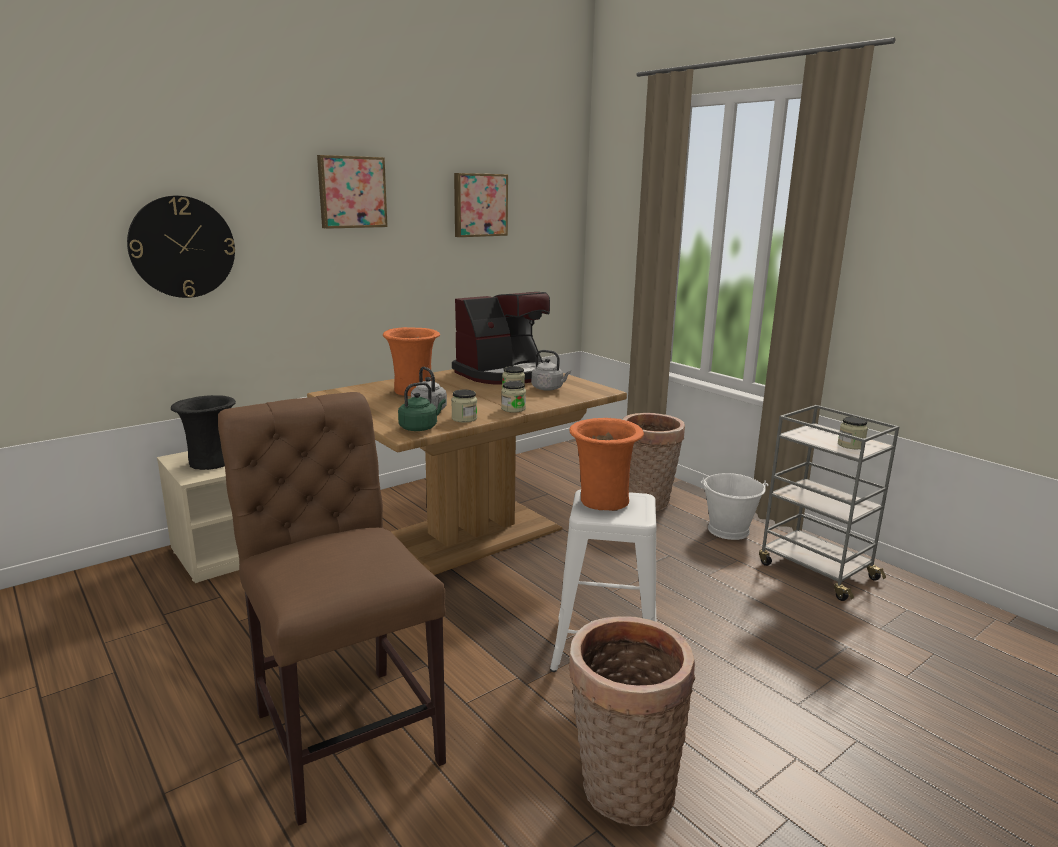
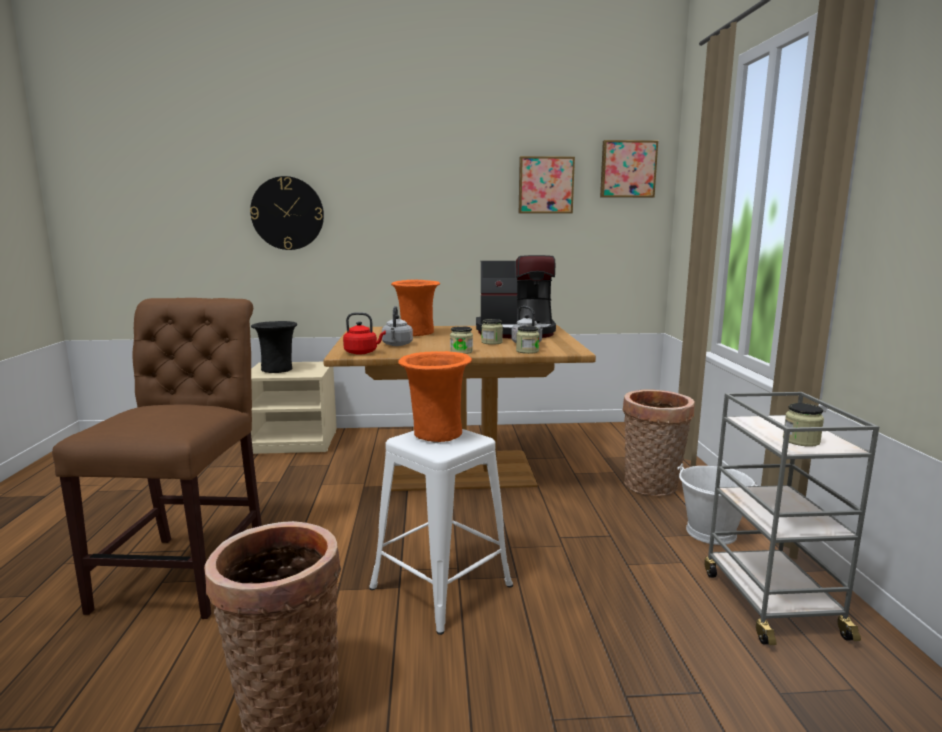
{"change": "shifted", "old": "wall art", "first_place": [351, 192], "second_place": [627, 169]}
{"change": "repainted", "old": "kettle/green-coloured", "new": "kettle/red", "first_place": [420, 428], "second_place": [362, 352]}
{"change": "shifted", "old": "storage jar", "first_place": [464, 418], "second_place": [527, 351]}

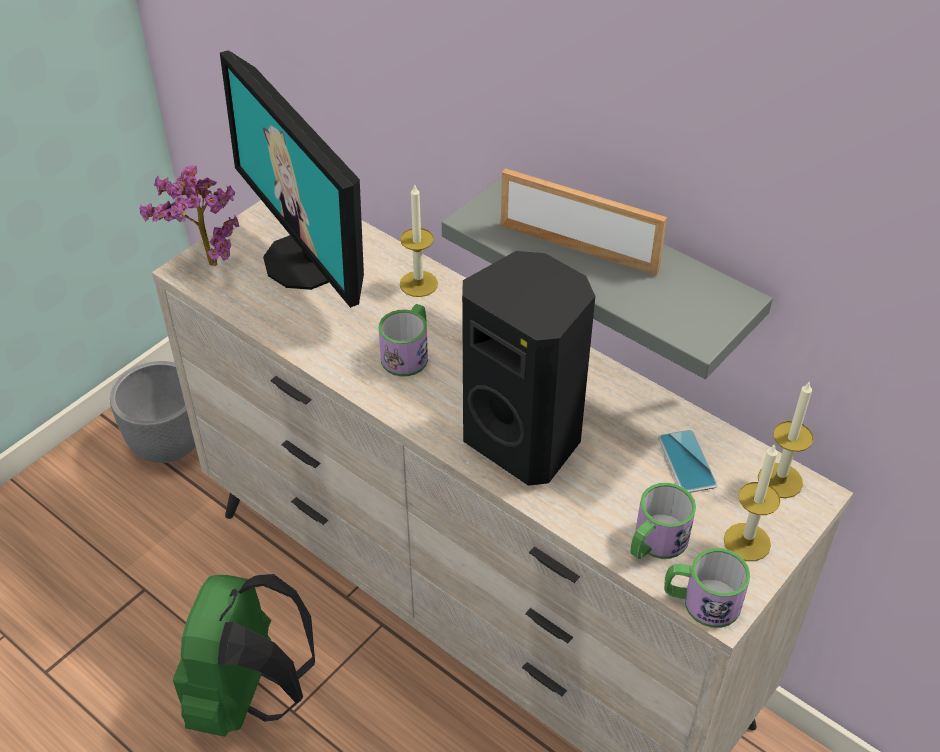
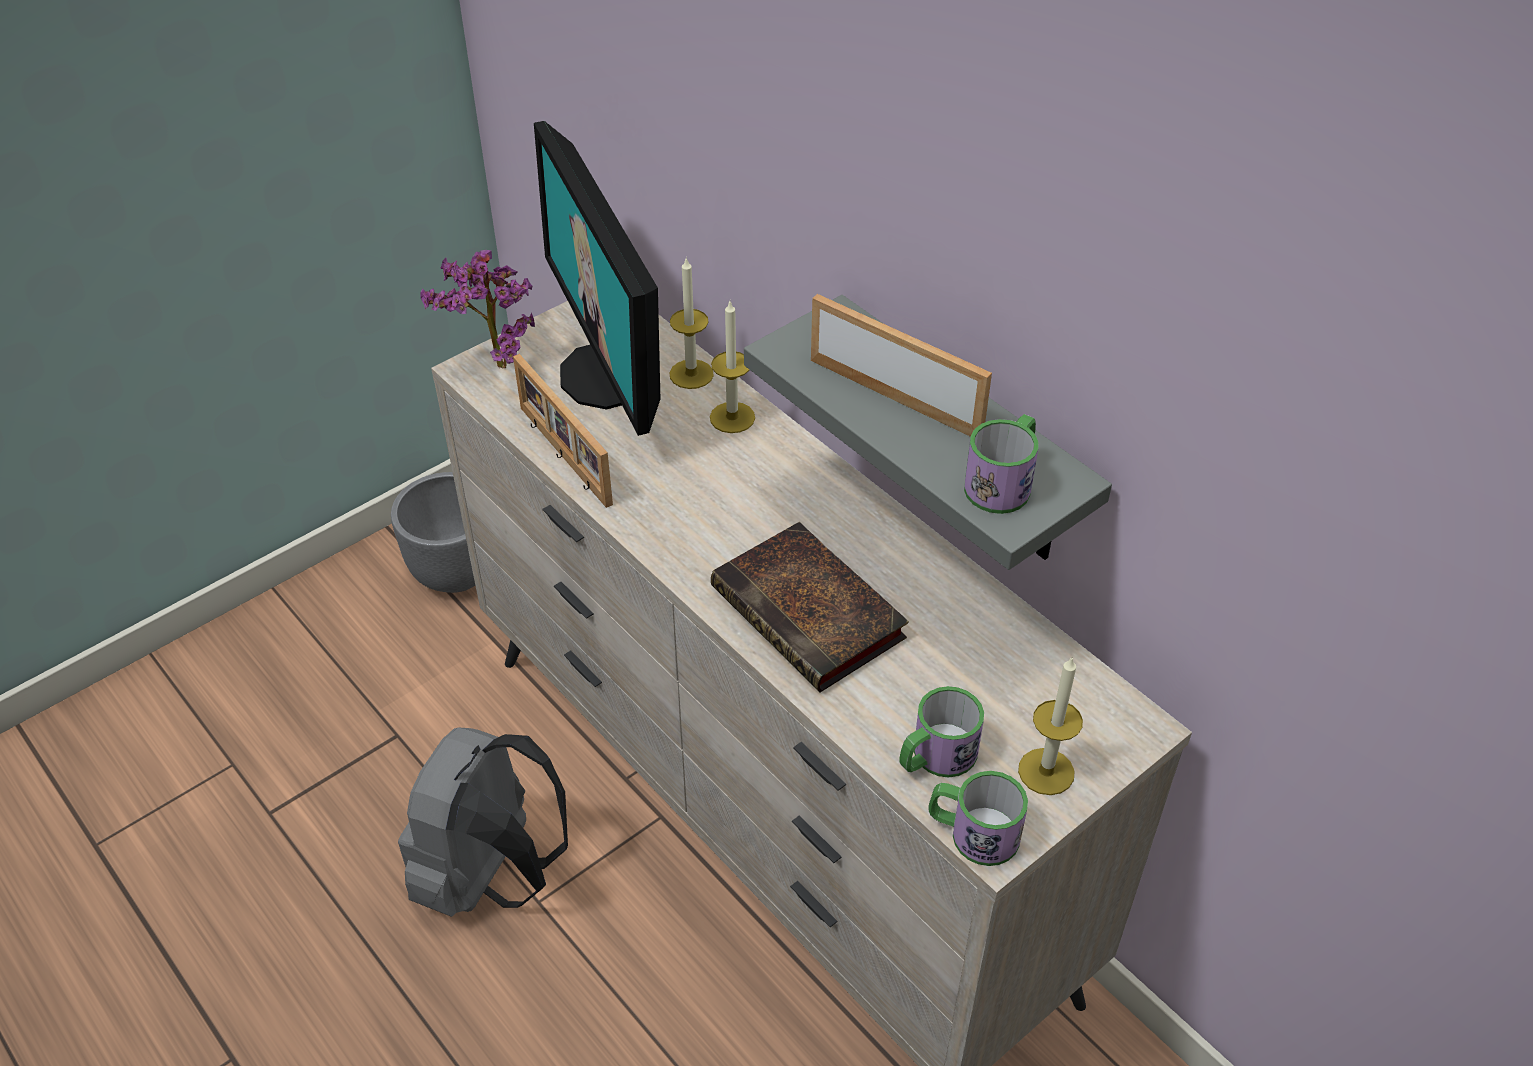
{"change": "repainted", "old": "backpack/green-coloured", "new": "backpack/grey", "first_place": [249, 695], "second_place": [491, 875]}
{"change": "shifted", "old": "coffee mug", "first_place": [408, 353], "second_place": [1003, 482]}
{"change": "swapped", "old": "audio speaker/blackish", "new": "bound book", "first_place": [525, 440], "second_place": [812, 616]}
{"change": "gone", "old": "telephone", "first_place": [687, 462]}
{"change": "shifted", "old": "candle", "first_place": [780, 480], "second_place": [691, 374]}
{"change": "new", "new": "picture frame", "second_place": [563, 456]}

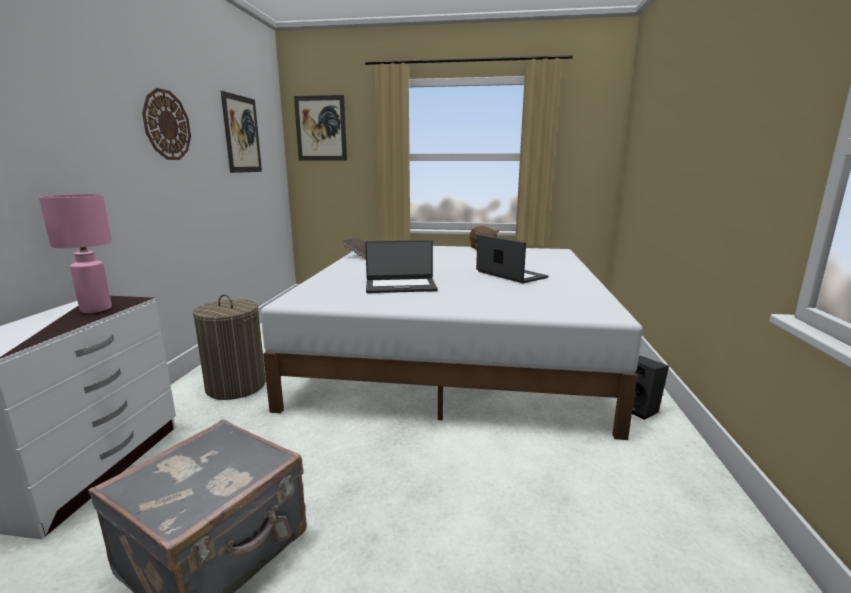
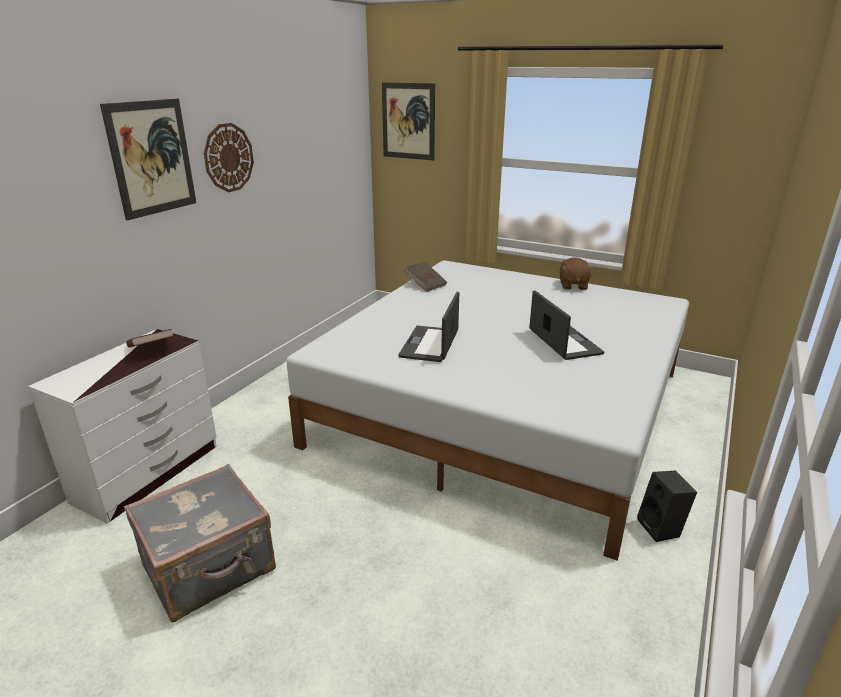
{"change": "swapped", "old": "table lamp/pink", "new": "bound book/brown", "first_place": [96, 309], "second_place": [152, 350]}
{"change": "gone", "old": "hamper", "first_place": [236, 386]}
{"change": "shifted", "old": "wall art", "first_place": [242, 134], "second_place": [152, 158]}
{"change": "rotated", "old": "notebook computer", "first_place": [400, 286], "second_place": [430, 344], "degrees": 90}

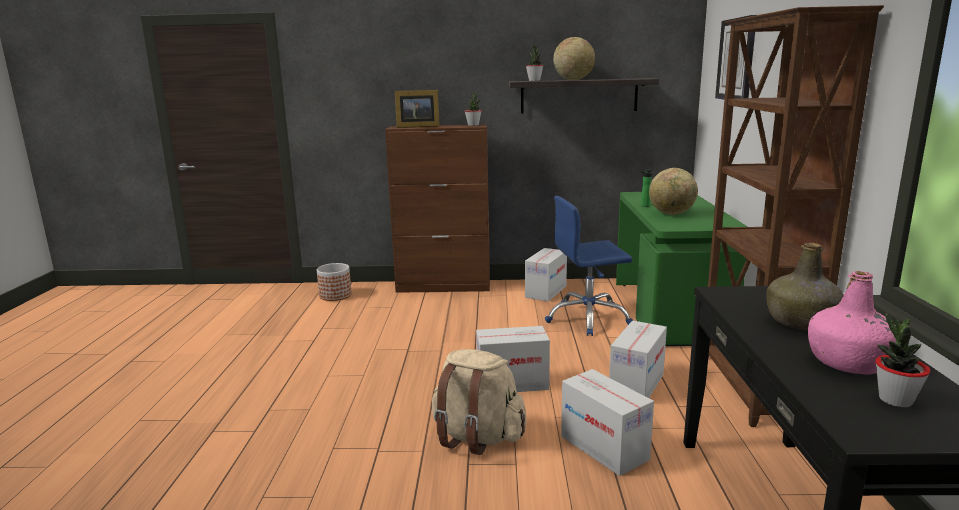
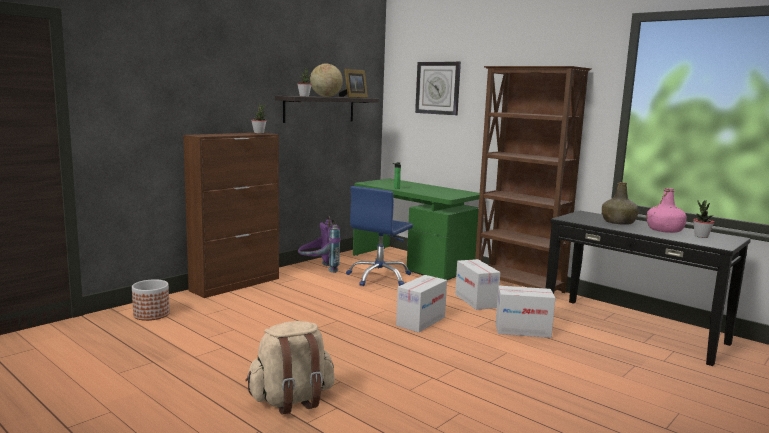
{"change": "shifted", "old": "picture frame", "first_place": [416, 126], "second_place": [353, 97]}
{"change": "shifted", "old": "backpack/sand-coloured", "first_place": [477, 437], "second_place": [291, 400]}
{"change": "swapped", "old": "packing box", "new": "backpack/purple", "first_place": [546, 291], "second_place": [318, 269]}
{"change": "gone", "old": "globe", "first_place": [672, 214]}

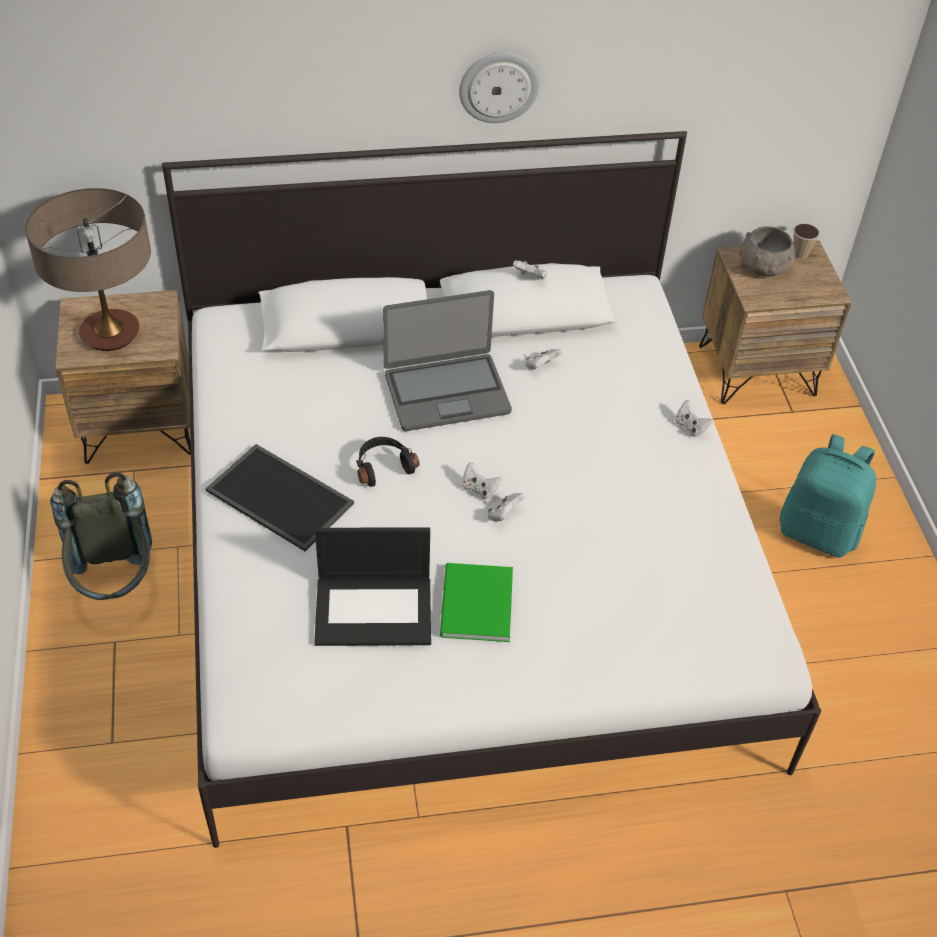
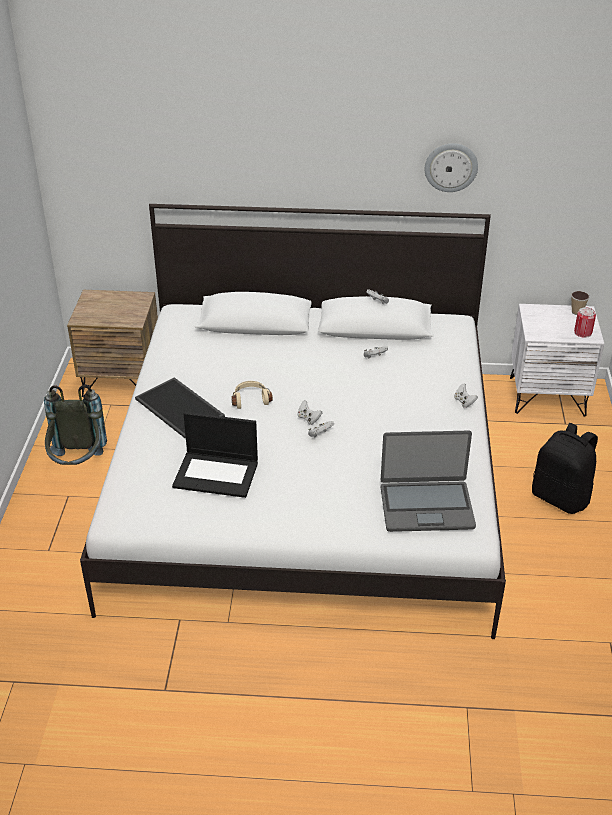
{"change": "gone", "old": "table lamp", "first_place": [110, 333]}
{"change": "repainted", "old": "headset/blackish", "new": "headset/sand-coloured", "first_place": [383, 466], "second_place": [250, 399]}
{"change": "shifted", "old": "notebook computer", "first_place": [446, 392], "second_place": [426, 506]}
{"change": "gone", "old": "bound book/green-coloured", "first_place": [474, 606]}
{"change": "shifted", "old": "wall clock", "first_place": [498, 86], "second_place": [451, 167]}
{"change": "repainted", "old": "night table/brown", "new": "night table/whitish", "first_place": [756, 370], "second_place": [547, 396]}
{"change": "gone", "old": "deep dish/grey", "first_place": [763, 268]}
{"change": "repainted", "old": "backpack/blue-green", "new": "backpack/blackish", "first_place": [818, 532], "second_place": [561, 497]}
{"change": "new", "new": "metal can", "second_place": [583, 332]}

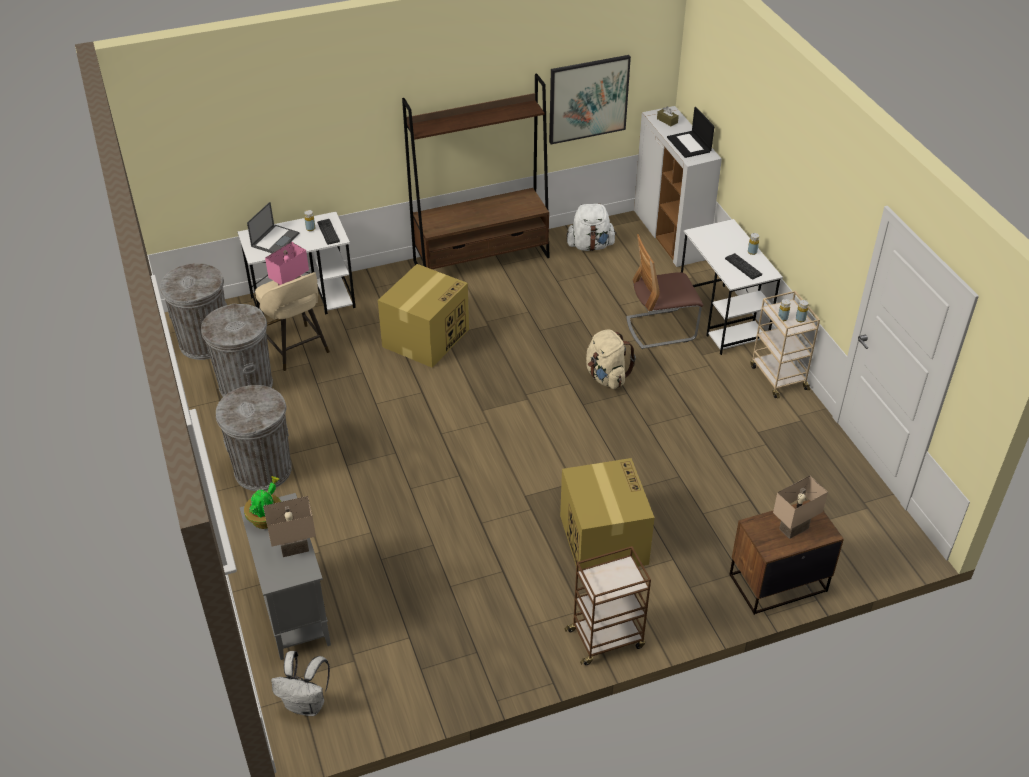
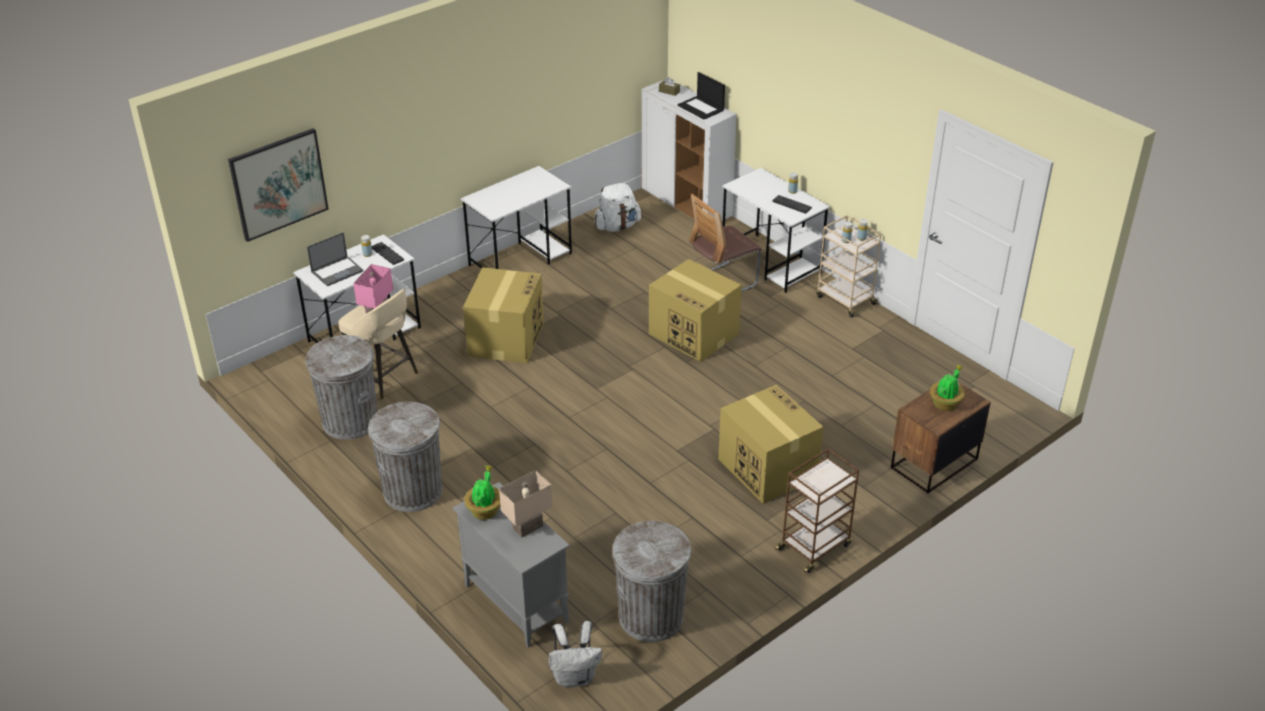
{"change": "shifted", "old": "waste bin/grey", "first_place": [205, 342], "second_place": [651, 616]}
{"change": "rotated", "old": "notebook computer", "first_place": [275, 239], "second_place": [337, 271], "degrees": 45}
{"change": "swapped", "old": "bookcase/brown", "new": "desk table/whitish", "first_place": [482, 259], "second_place": [521, 259]}
{"change": "shifted", "old": "wall art", "first_place": [588, 99], "second_place": [278, 184]}
{"change": "swapped", "old": "backpack/sand-coloured", "new": "packing box", "first_place": [606, 377], "second_place": [694, 334]}
{"change": "swapped", "old": "table lamp/sand-coloured", "new": "potted plant", "first_place": [793, 527], "second_place": [945, 403]}

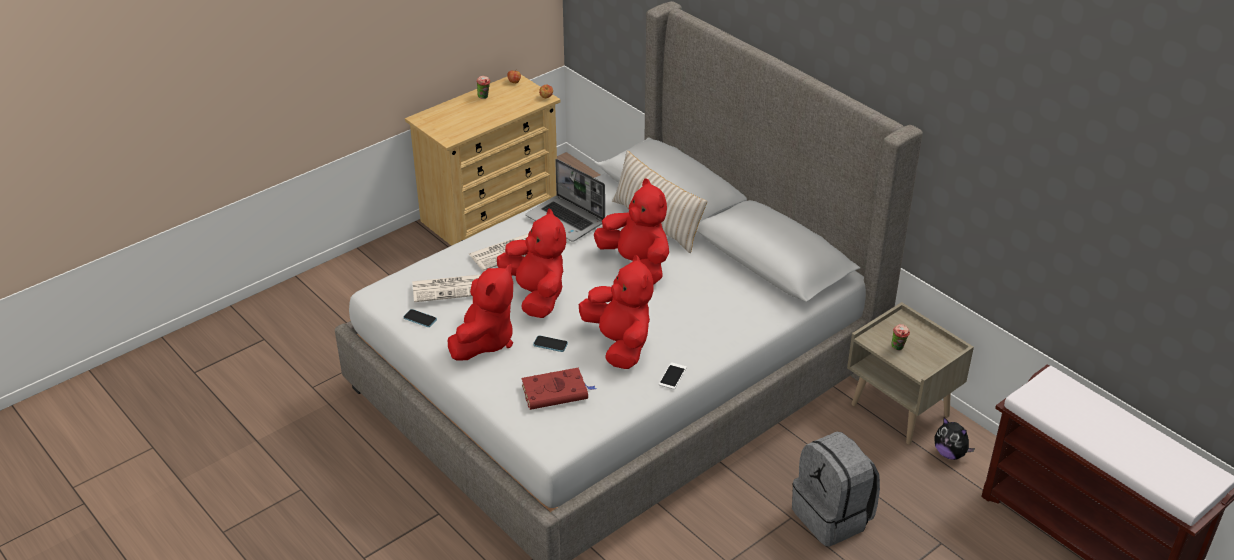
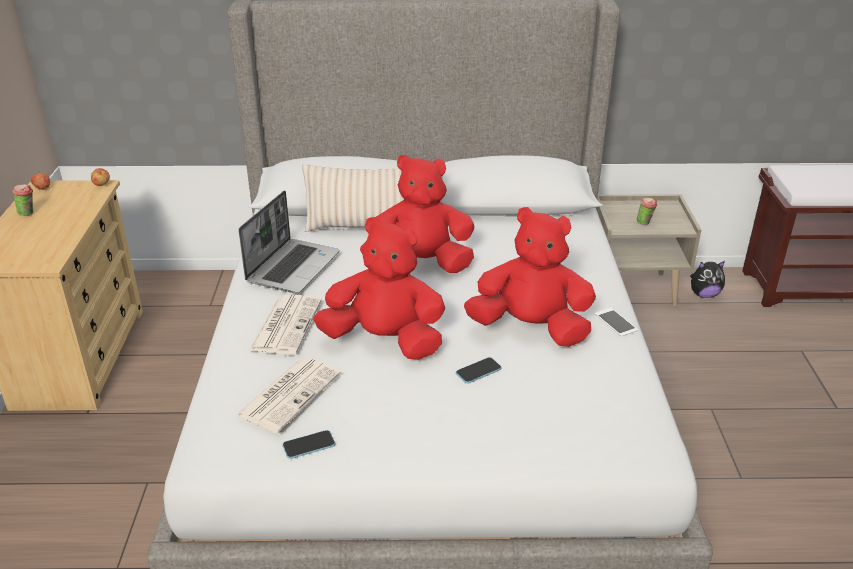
{"change": "gone", "old": "soft toy/red", "first_place": [485, 341]}
{"change": "gone", "old": "bound book/red", "first_place": [556, 392]}
{"change": "rotated", "old": "notebook computer", "first_place": [566, 220], "second_place": [293, 267], "degrees": -60}
{"change": "gone", "old": "backpack/grey", "first_place": [833, 517]}

